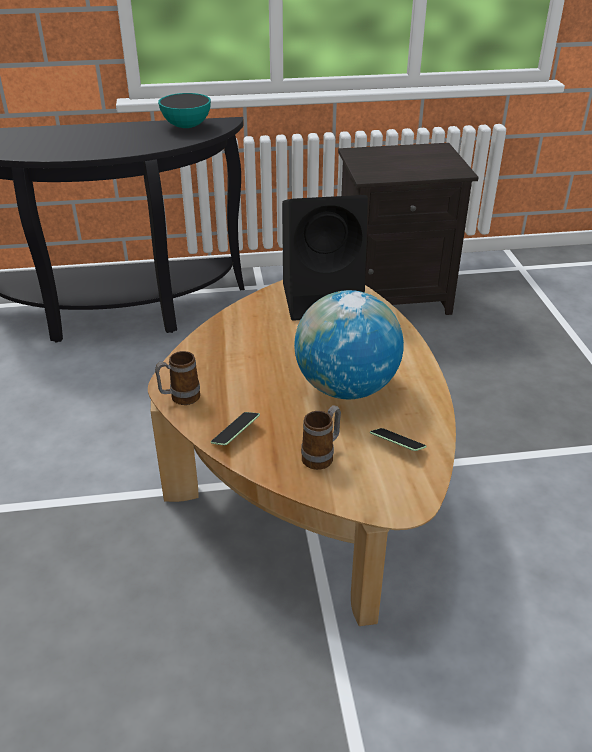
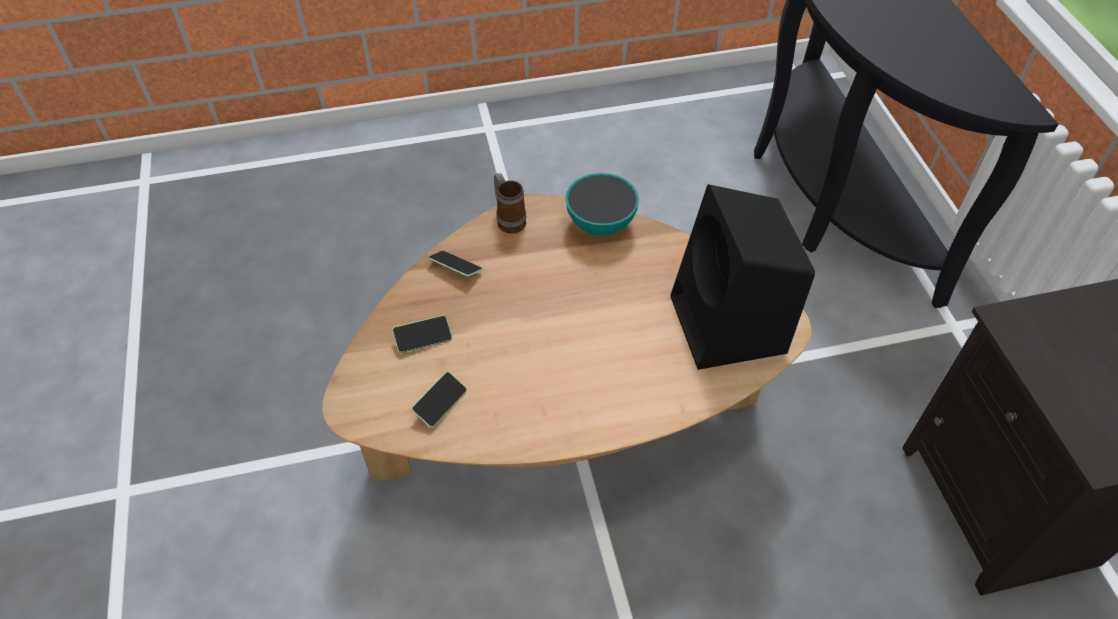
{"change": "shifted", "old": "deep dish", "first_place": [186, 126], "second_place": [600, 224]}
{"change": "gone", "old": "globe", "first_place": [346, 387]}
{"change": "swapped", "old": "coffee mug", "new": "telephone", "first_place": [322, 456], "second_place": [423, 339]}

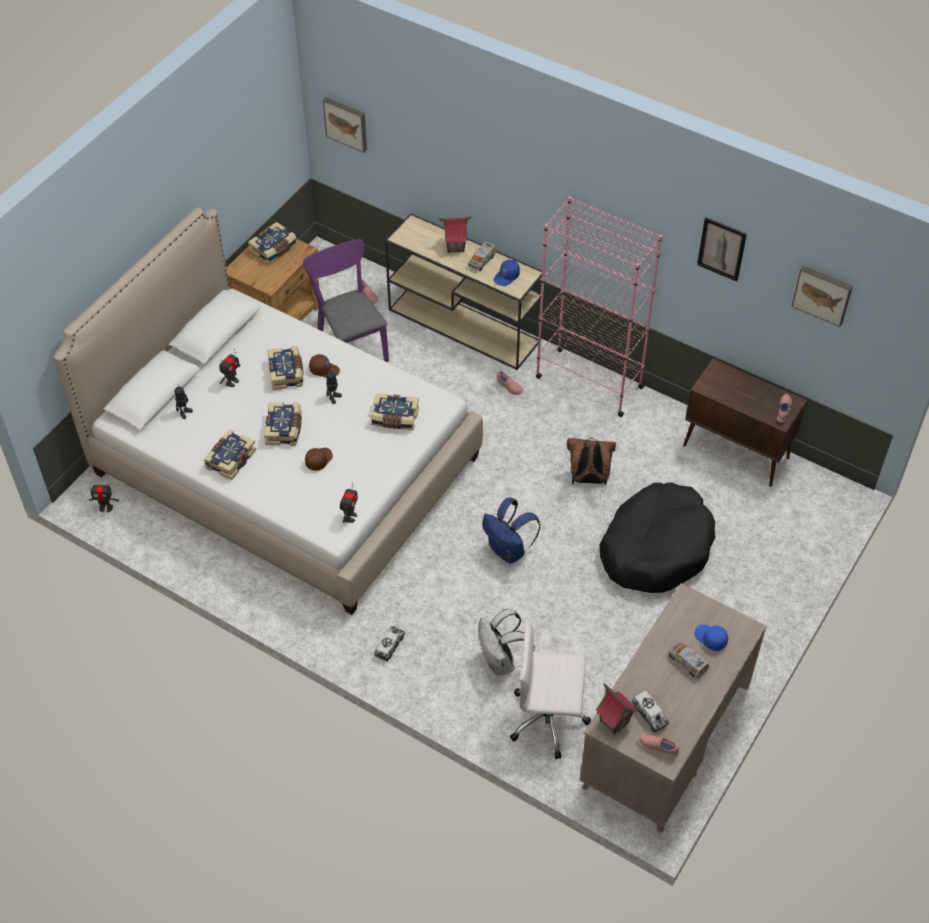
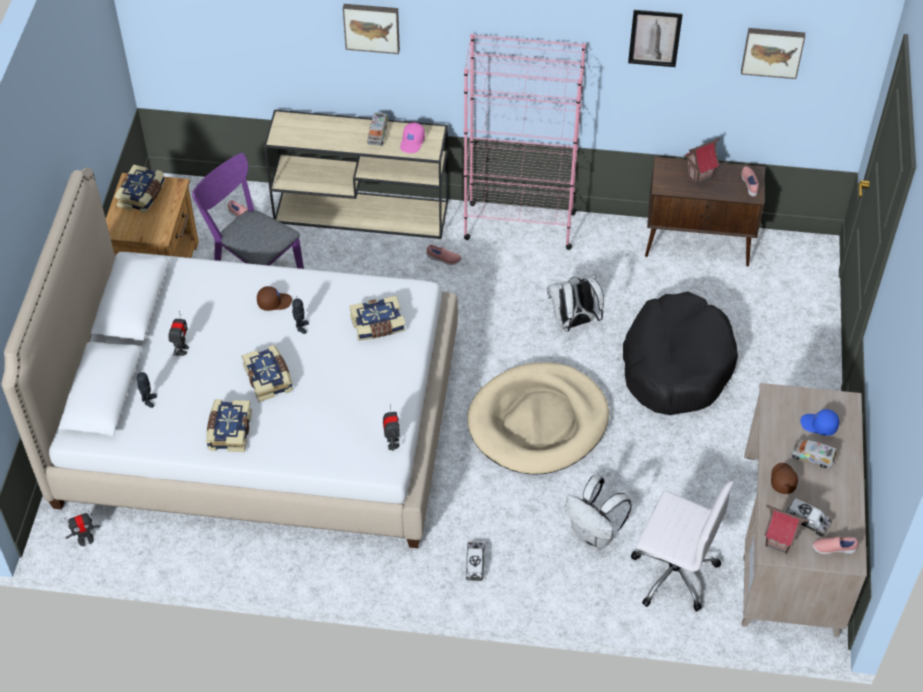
{"change": "gone", "old": "bound book", "first_place": [287, 373]}
{"change": "shifted", "old": "cap/brown", "first_place": [318, 460], "second_place": [782, 480]}
{"change": "shifted", "old": "wall art", "first_place": [346, 123], "second_place": [372, 26]}
{"change": "shifted", "old": "model house", "first_place": [455, 247], "second_place": [699, 175]}
{"change": "swapped", "old": "backpack/bluish", "new": "dog cushion/sand-coloured", "first_place": [509, 551], "second_place": [538, 422]}
{"change": "repainted", "old": "cap/bluish", "new": "cap/pink", "first_place": [506, 277], "second_place": [412, 142]}
{"change": "rotated", "old": "desk chair/whitish", "first_place": [549, 719], "second_place": [672, 572], "degrees": -135}
{"change": "repainted", "old": "backpack/brown", "new": "backpack/whitish", "first_place": [588, 479], "second_place": [574, 322]}

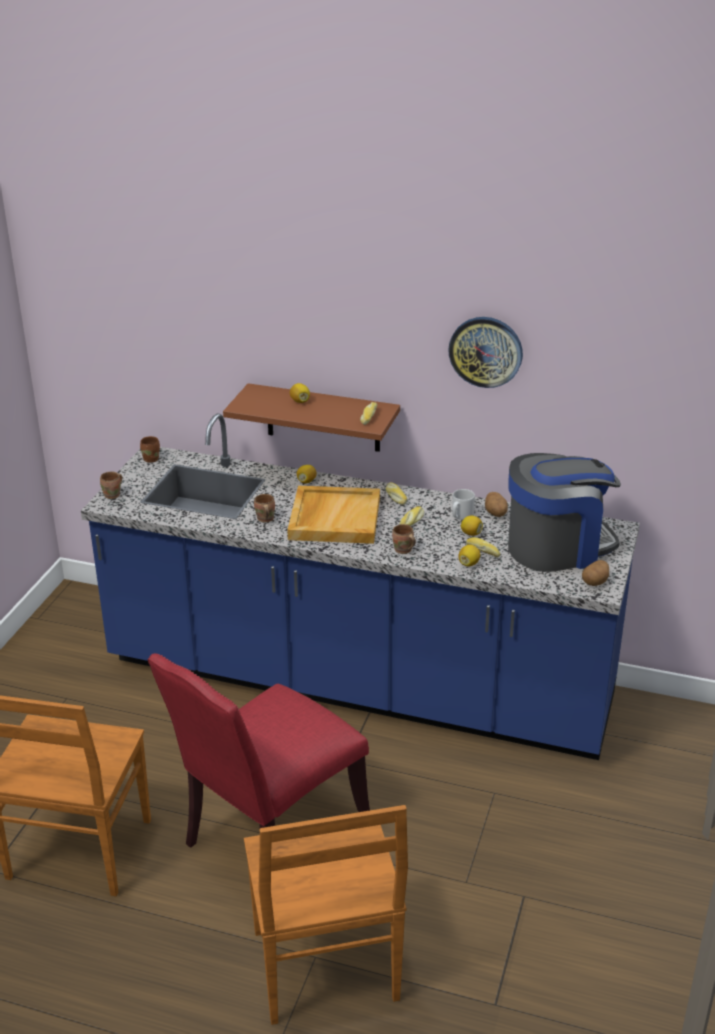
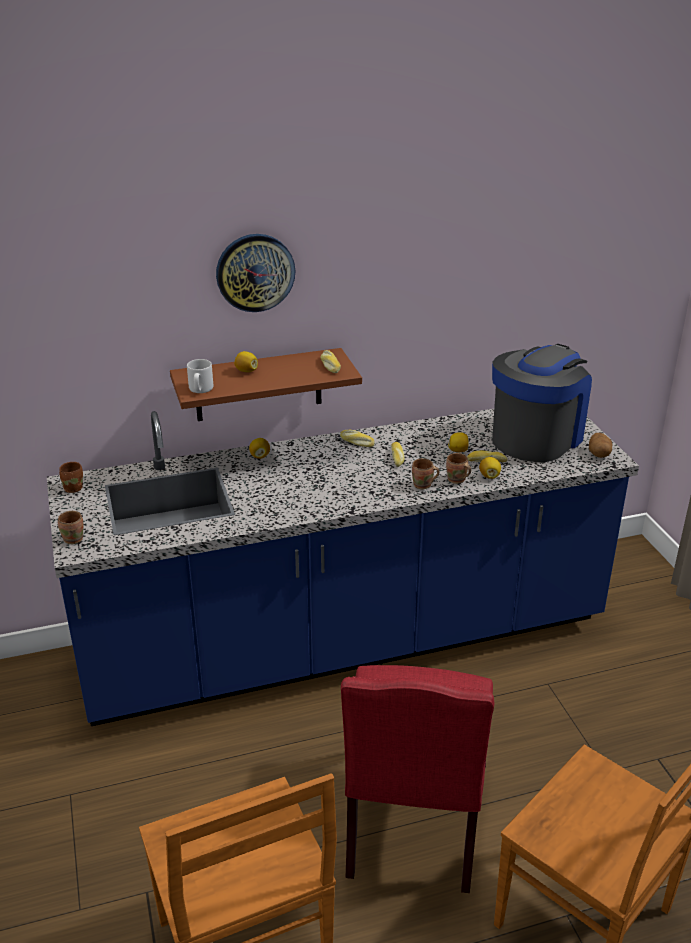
{"change": "shifted", "old": "coffee mug/brown", "first_place": [264, 519], "second_place": [456, 480]}
{"change": "gone", "old": "carrying tray/sand-coloured", "first_place": [334, 518]}
{"change": "shifted", "old": "wall clock", "first_place": [486, 351], "second_place": [255, 272]}
{"change": "shifted", "old": "coffee mug/grey", "first_place": [461, 515], "second_place": [200, 389]}
{"change": "gone", "old": "potato", "first_place": [496, 513]}

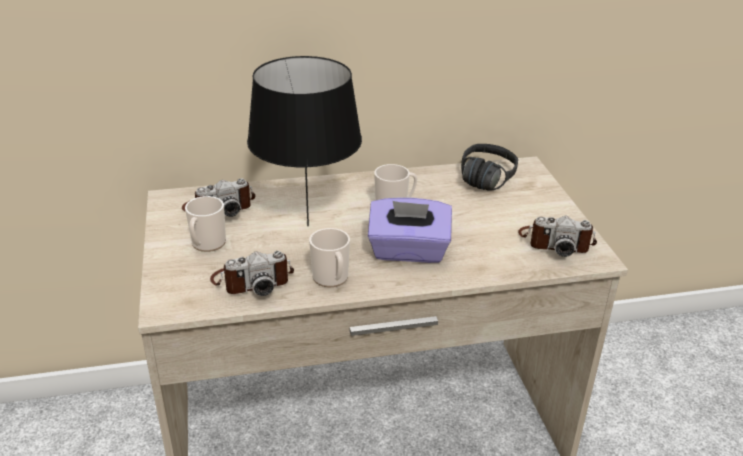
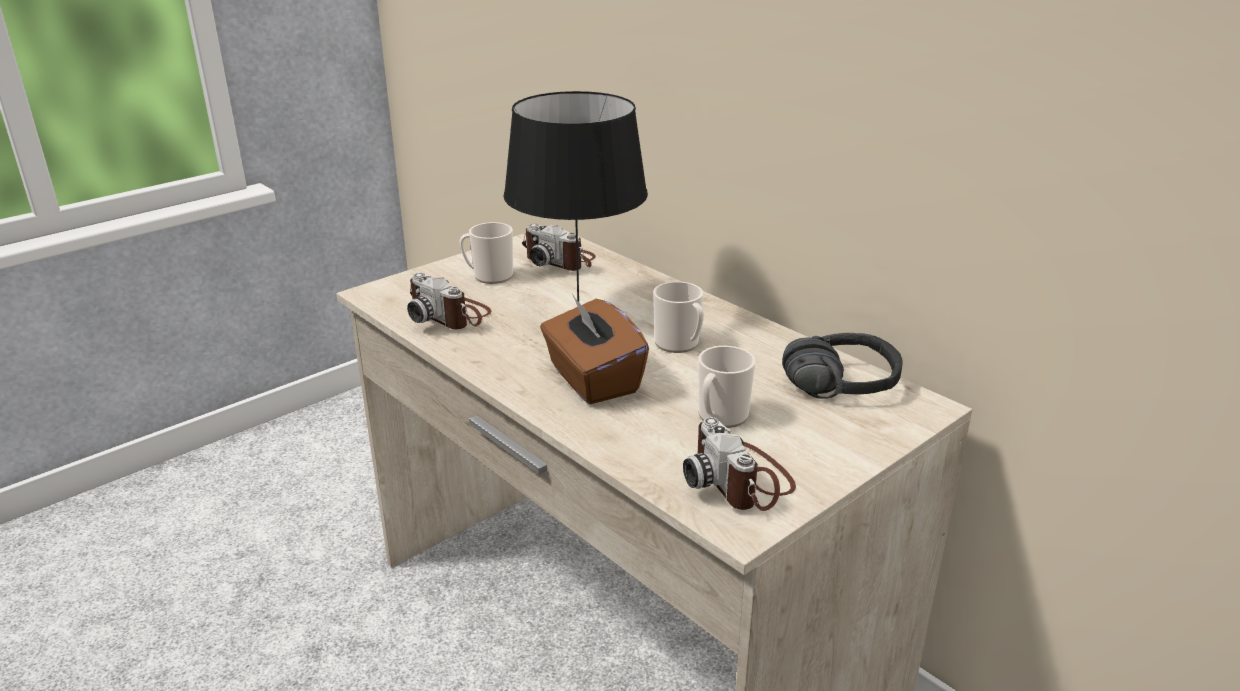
{"change": "shifted", "old": "coffee mug", "first_place": [332, 279], "second_place": [720, 417]}
{"change": "repainted", "old": "tissue holder/purple", "new": "tissue holder/brown", "first_place": [408, 251], "second_place": [592, 379]}

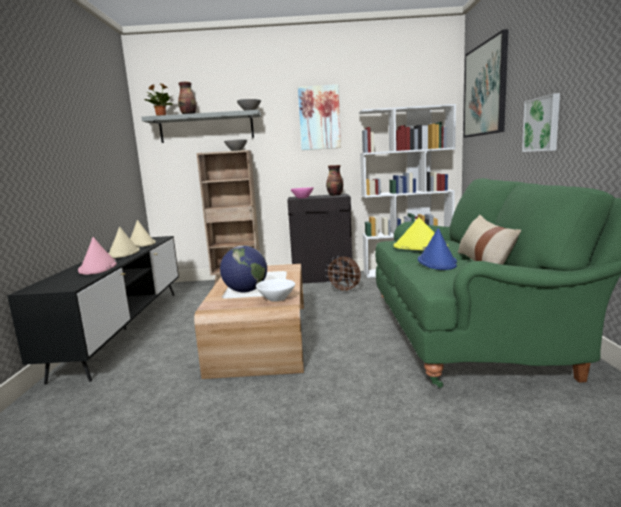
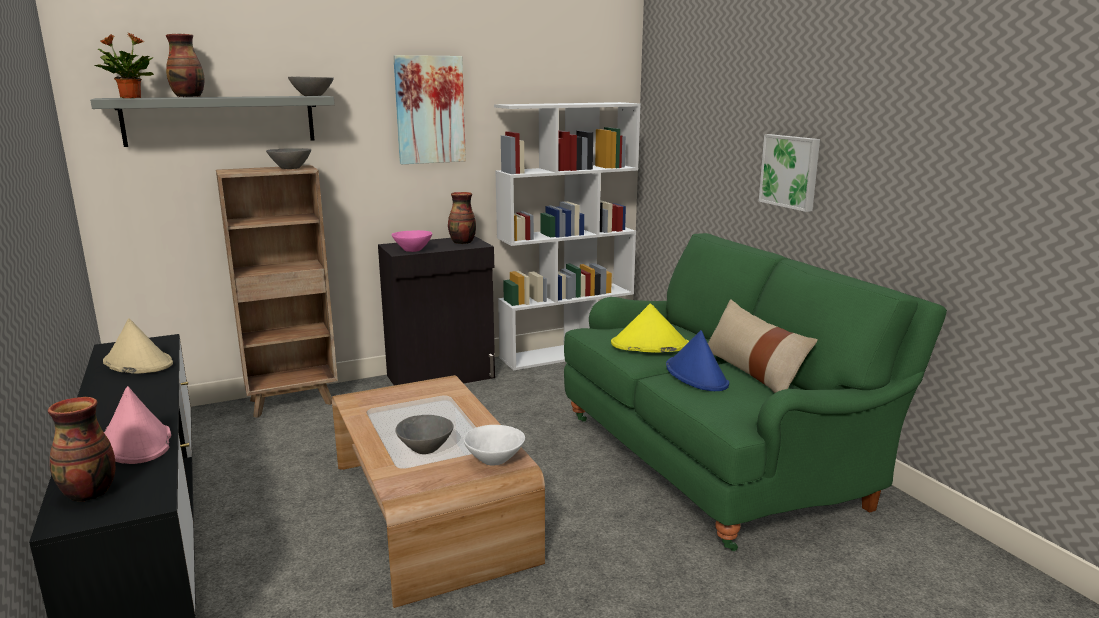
{"change": "gone", "old": "clothing hat/sand-coloured", "first_place": [124, 253]}
{"change": "swapped", "old": "globe", "new": "deep dish/grey", "first_place": [245, 291], "second_place": [425, 448]}
{"change": "gone", "old": "electric fan/brown", "first_place": [345, 291]}
{"change": "gone", "old": "wall art", "first_place": [485, 89]}
{"change": "new", "new": "vase", "second_place": [88, 493]}

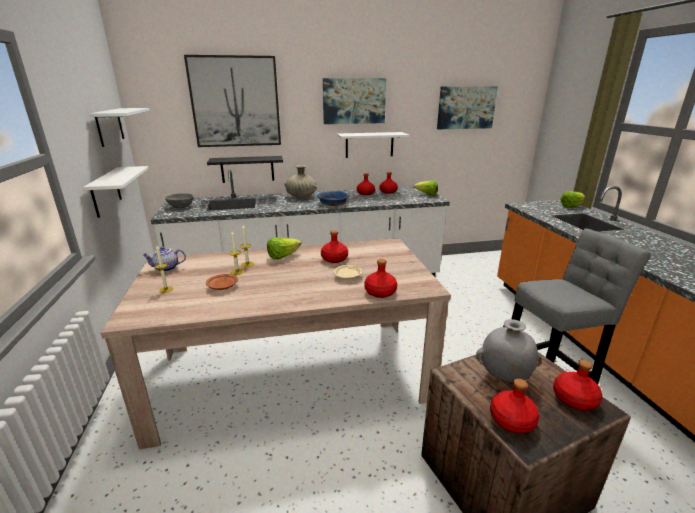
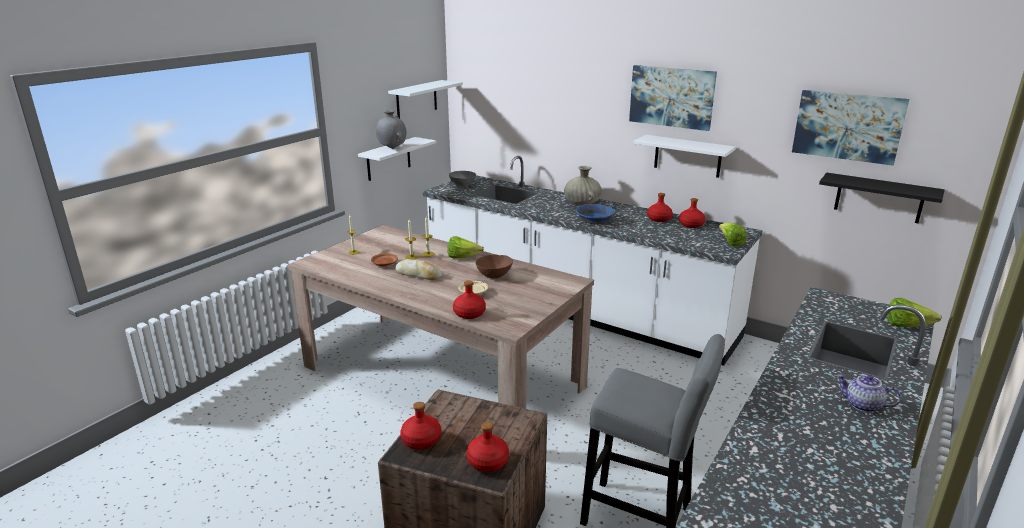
{"change": "shifted", "old": "teapot", "first_place": [166, 268], "second_place": [862, 405]}
{"change": "gone", "old": "wall art", "first_place": [235, 102]}
{"change": "shifted", "old": "shelf/blackish", "first_place": [247, 169], "second_place": [879, 198]}
{"change": "swapped", "old": "bottle/red", "new": "deep dish/brown", "first_place": [334, 259], "second_place": [494, 275]}
{"change": "shifted", "old": "vase/grey", "first_place": [503, 377], "second_place": [392, 148]}
{"change": "new", "new": "bread", "second_place": [418, 274]}

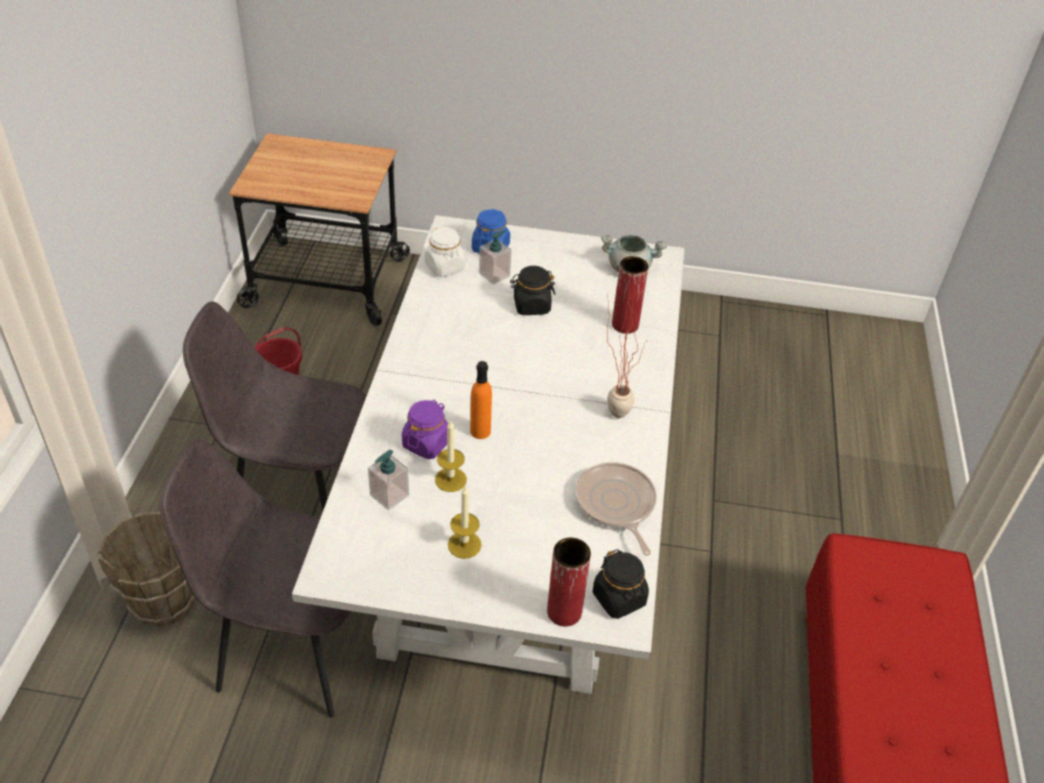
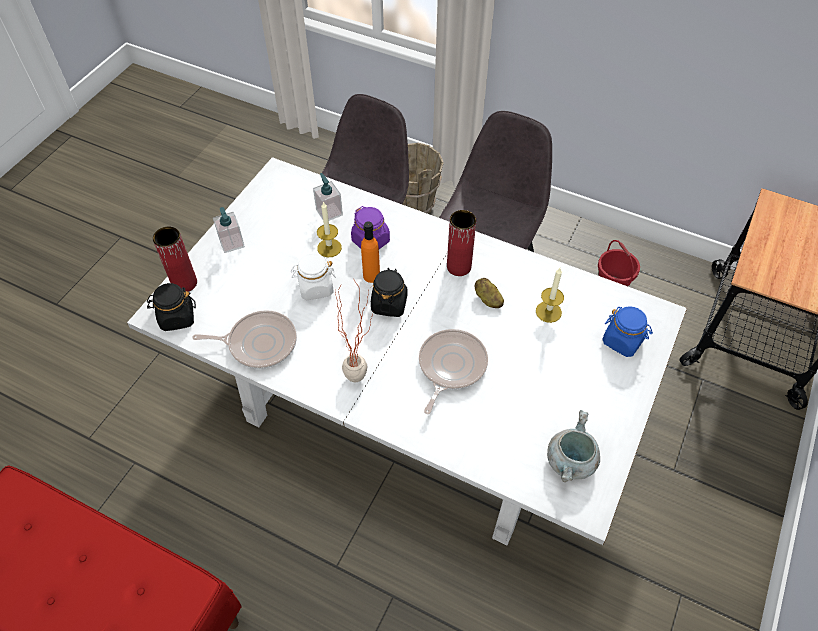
{"change": "shifted", "old": "storage jar/whitish", "first_place": [445, 267], "second_place": [315, 287]}
{"change": "shifted", "old": "candle", "first_place": [464, 545], "second_place": [548, 312]}
{"change": "shifted", "old": "soap bottle", "first_place": [494, 275], "second_place": [232, 243]}
{"change": "shifted", "old": "storage jar/blackish", "first_place": [531, 306], "second_place": [389, 304]}
{"change": "shifted", "old": "vase/red", "first_place": [625, 325], "second_place": [459, 267]}
{"change": "new", "new": "skillet", "second_place": [450, 366]}
{"change": "new", "new": "potato", "second_place": [487, 299]}

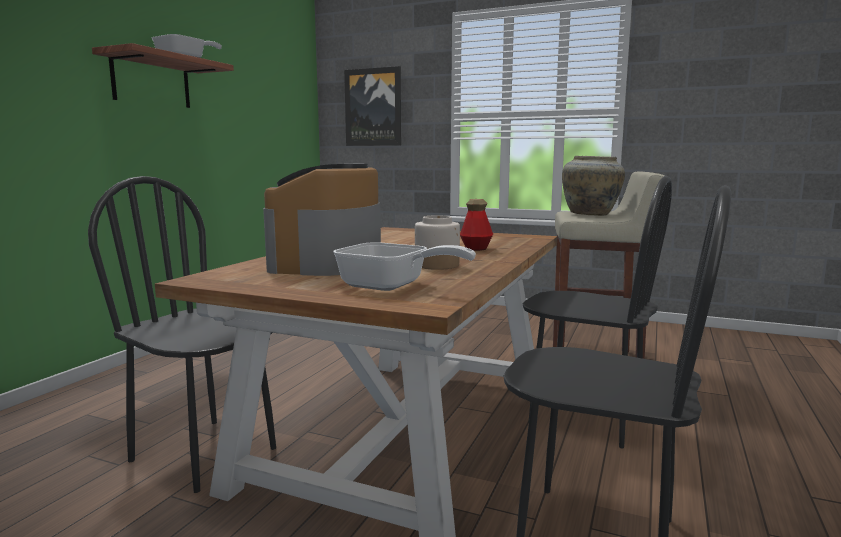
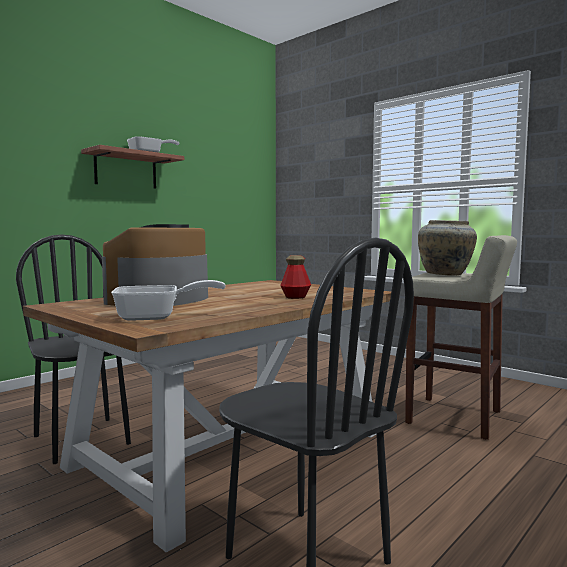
{"change": "rotated", "old": "skillet", "first_place": [391, 286], "second_place": [156, 317], "degrees": -60}
{"change": "gone", "old": "wall art", "first_place": [373, 107]}
{"change": "gone", "old": "storage jar", "first_place": [437, 265]}
{"change": "gone", "old": "upright chair/blackish", "first_place": [585, 418]}

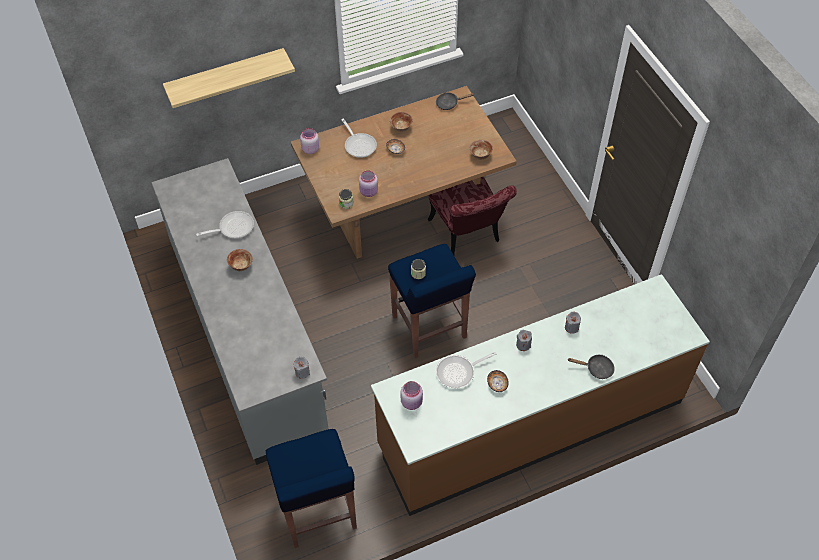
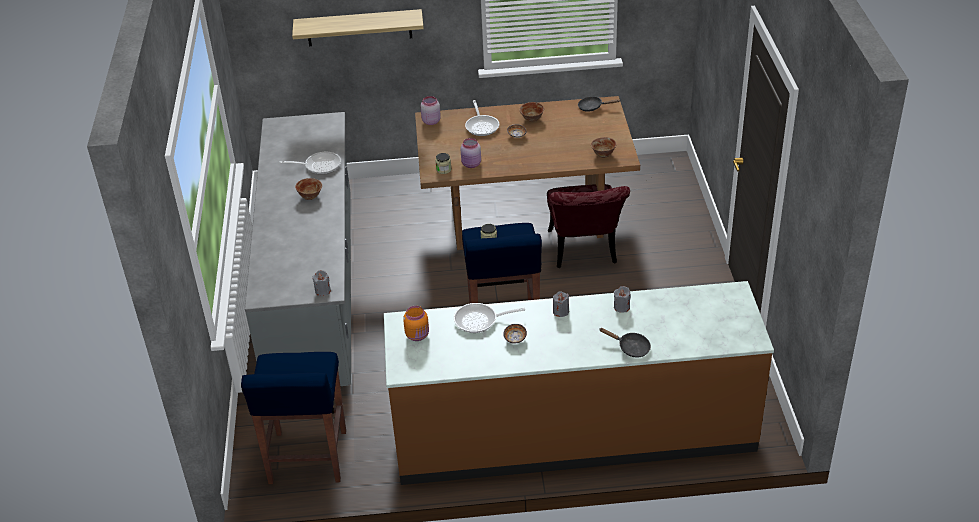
{"change": "repainted", "old": "storage jar/pink", "new": "storage jar/orangey", "first_place": [412, 402], "second_place": [418, 335]}

